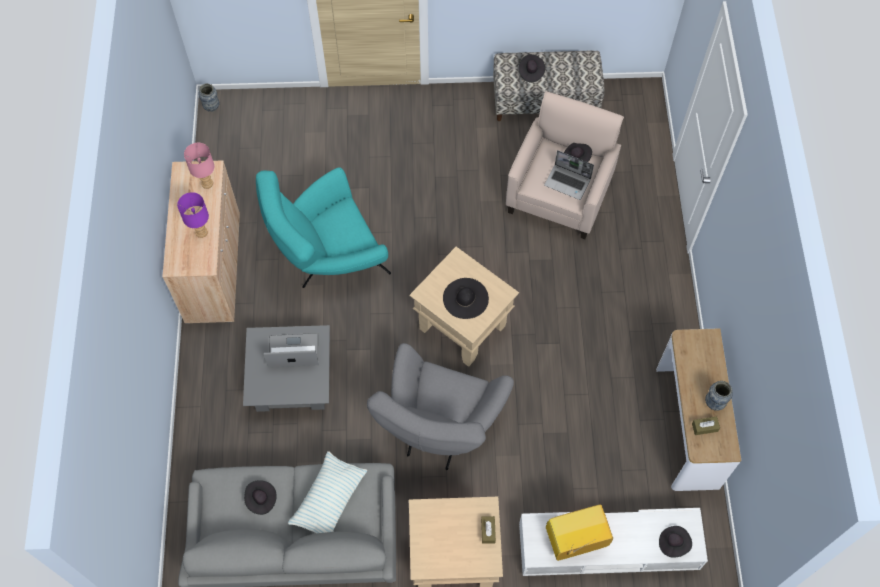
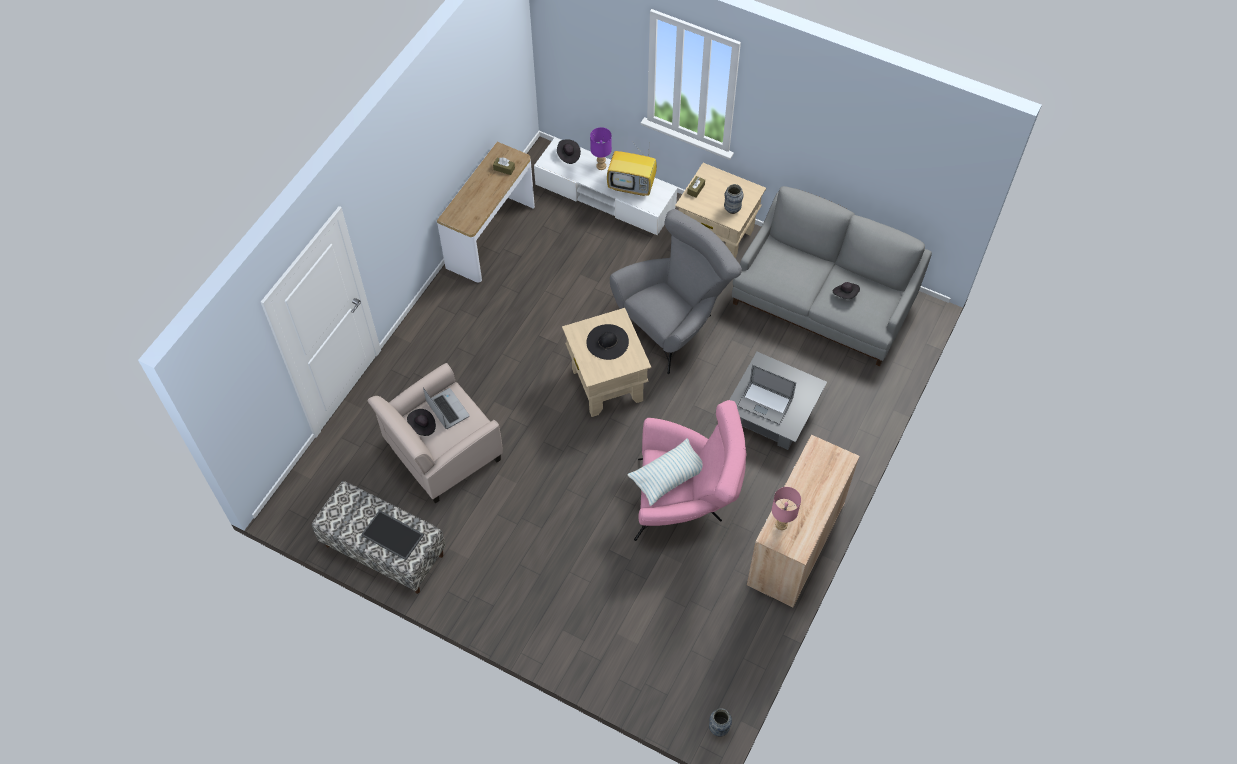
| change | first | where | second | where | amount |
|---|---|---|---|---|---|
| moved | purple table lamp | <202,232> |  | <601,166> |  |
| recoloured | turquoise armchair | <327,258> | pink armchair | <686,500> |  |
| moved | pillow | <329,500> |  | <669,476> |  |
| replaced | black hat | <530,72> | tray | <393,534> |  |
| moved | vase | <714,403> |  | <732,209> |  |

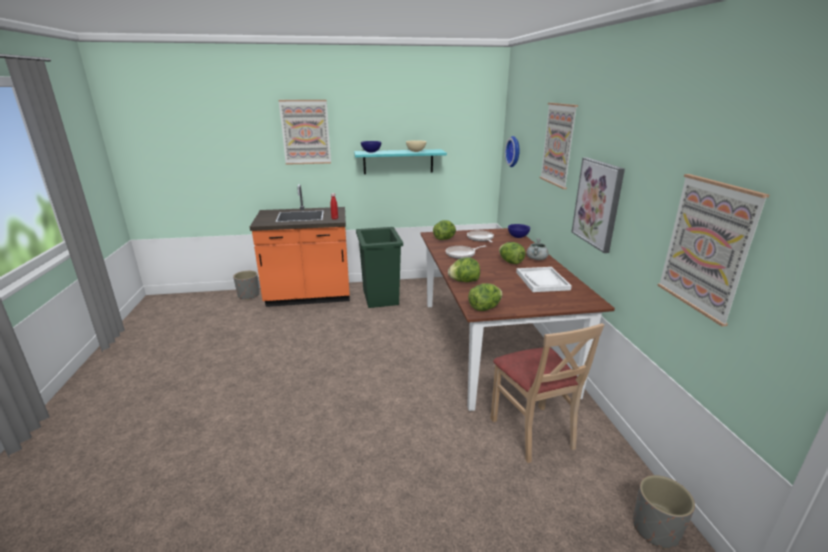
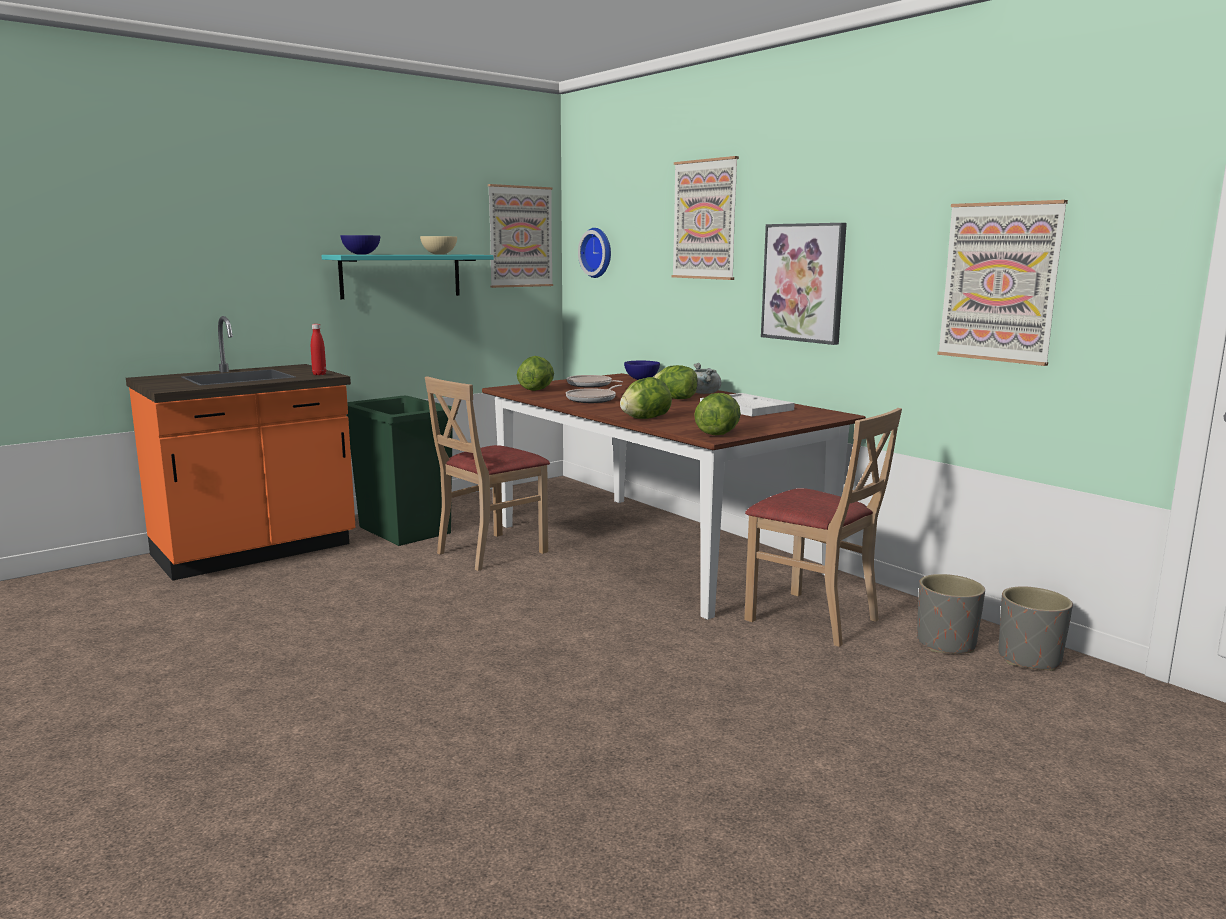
| change | first | where | second | where | amount |
|---|---|---|---|---|---|
| moved | grey planter | <248,295> |  | <945,643> |  |
| moved | picture | <305,132> |  | <520,236> |  |
| added |  |  | beige chair | <491,551> |  |

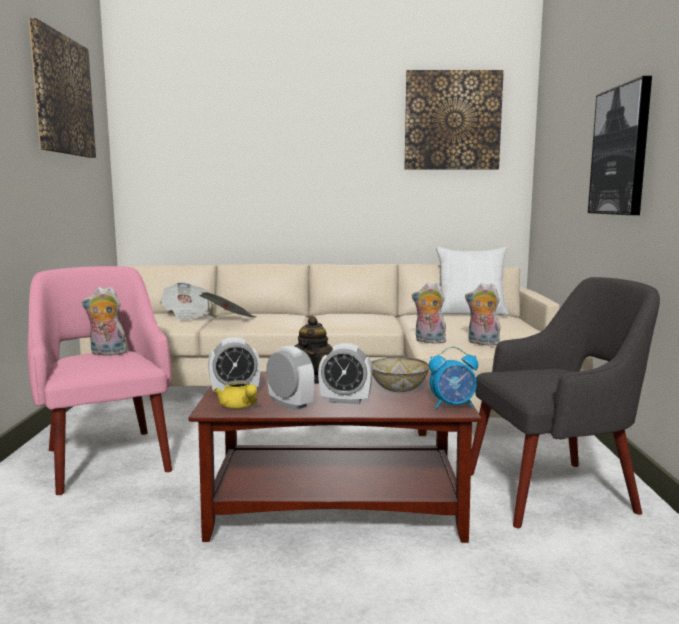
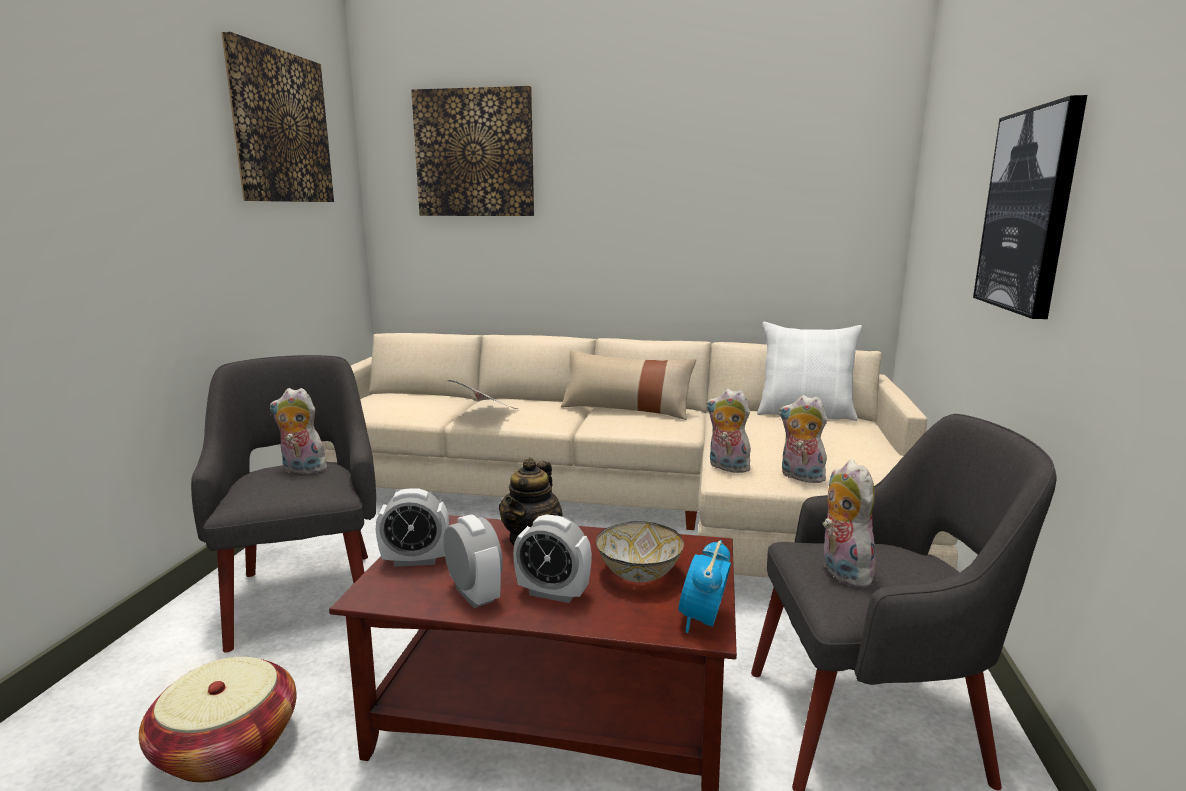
| change | first | where | second | where | amount |
|---|---|---|---|---|---|
| recoloured | pink armchair | <107,458> | grey armchair | <305,596> |  |
| removed | newspaper | <186,315> |  |  |  |
| removed | yellow teapot | <239,407> |  |  |  |
| moved | picture | <452,121> |  | <474,153> |  |
| turned | alarm clock | <453,406> |  | <703,620> | 105 degrees clockwise |
| added |  |  | basket | <227,746> |  |
| added |  |  | beige pillow | <626,409> |  |
| added |  |  | plush toy | <841,571> |  |

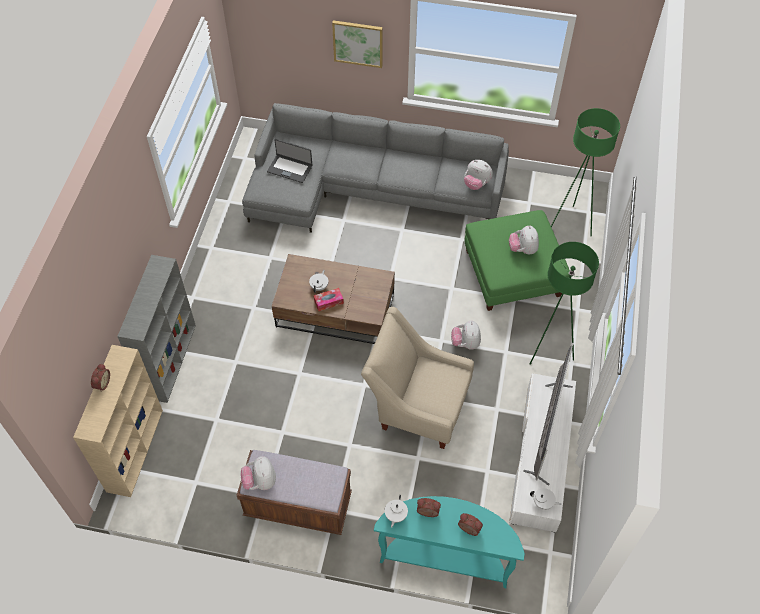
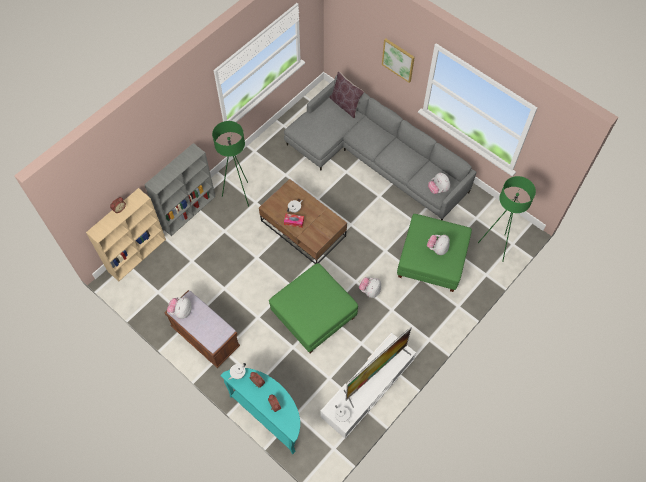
| change | first | where | second | where | amount |
|---|---|---|---|---|---|
| removed | laptop | <290,168> |  |  |  |
| replaced | beige armchair | <417,405> | green ottoman | <313,314> |  |
| moved | green floor lamp | <549,351> |  | <239,195> |  |
| added |  |  | brown pillow | <345,105> |  |

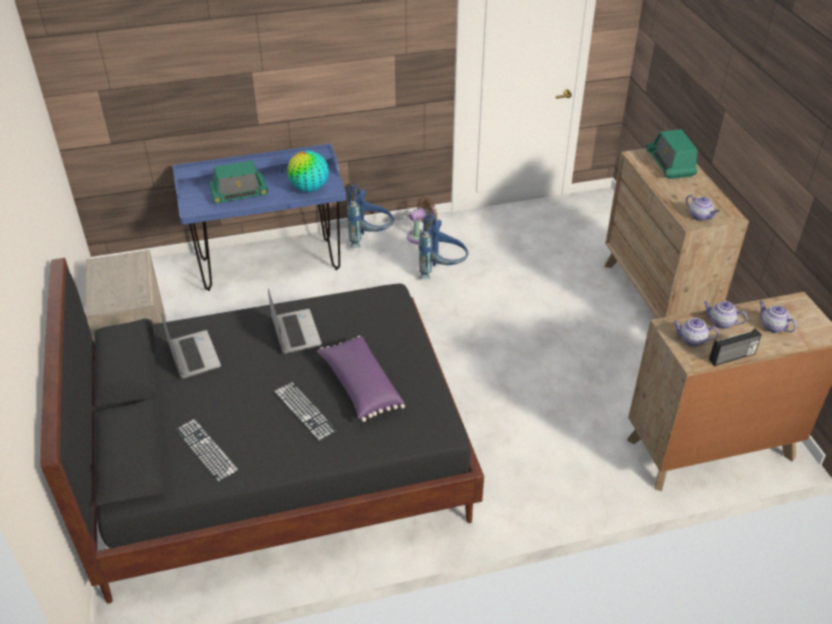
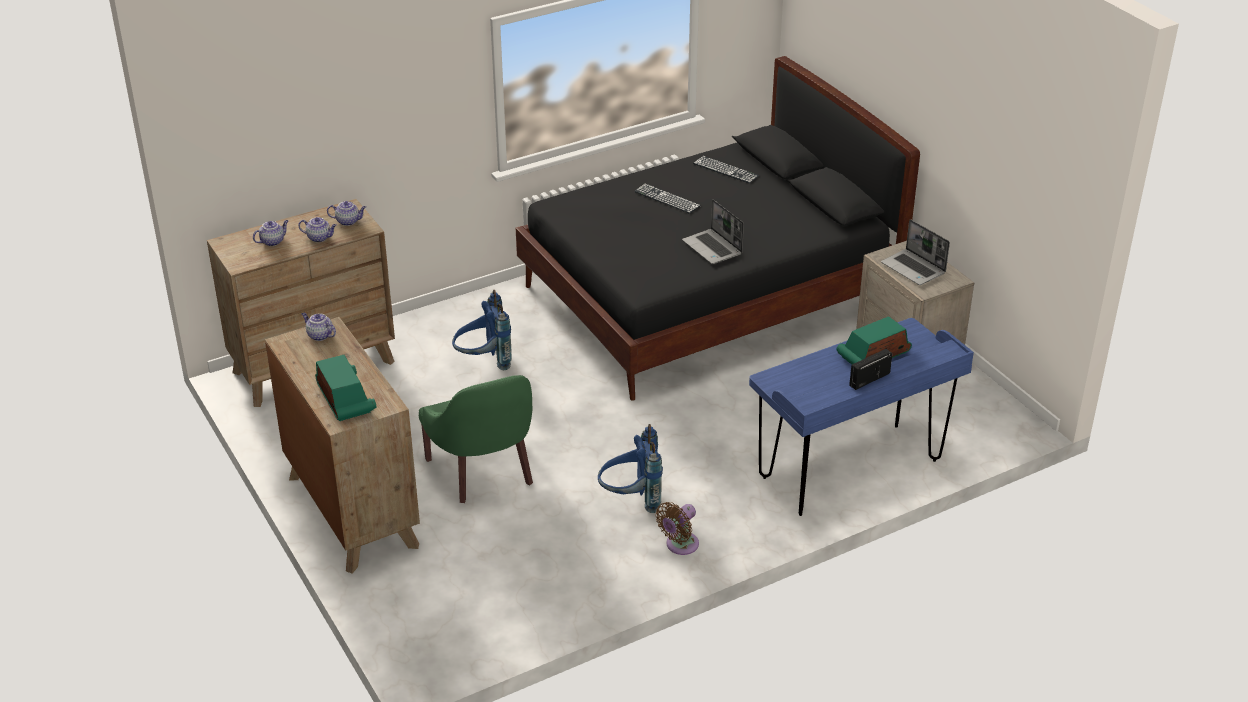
| change | first | where | second | where | amount |
|---|---|---|---|---|---|
| moved | laptop | <193,355> |  | <914,268> |  |
| removed | globe | <309,188> |  |  |  |
| removed | purple pillow | <360,386> |  |  |  |
| moved | blue backpack | <369,238> |  | <483,362> |  |
| moved | radio | <732,357> |  | <869,379> |  |
| turned | teapot | <772,326> |  | <273,241> | 75 degrees counterclockwise |
| added |  |  | green armchair | <484,471> |  |

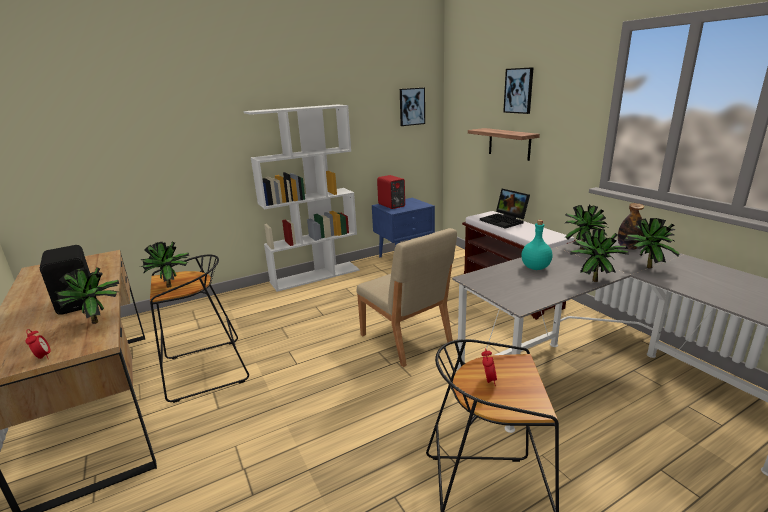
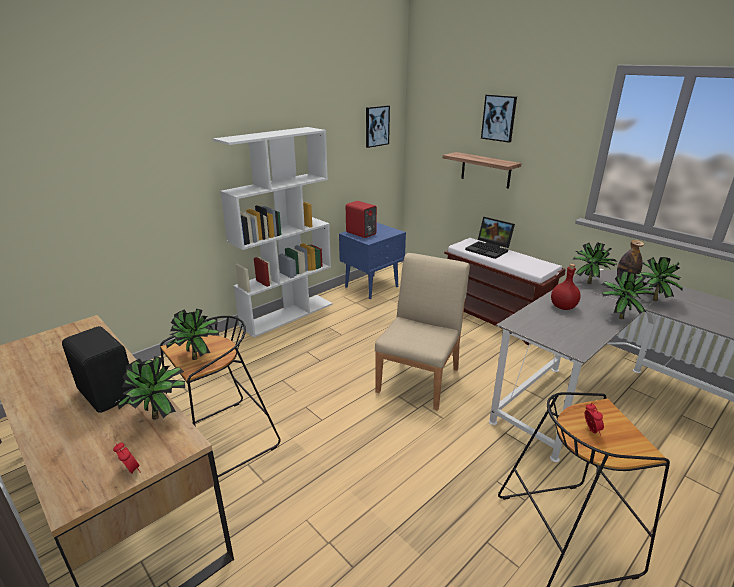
| change | first | where | second | where | amount |
|---|---|---|---|---|---|
| turned | beige chair | <406,339> |  | <419,379> | 105 degrees counterclockwise |
| recoloured | turquoise bottle | <535,268> | red bottle | <563,307> |  |

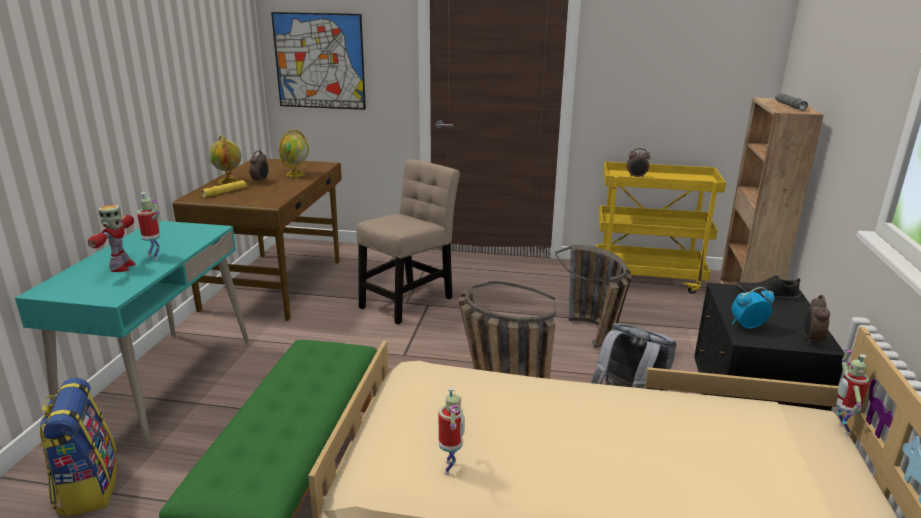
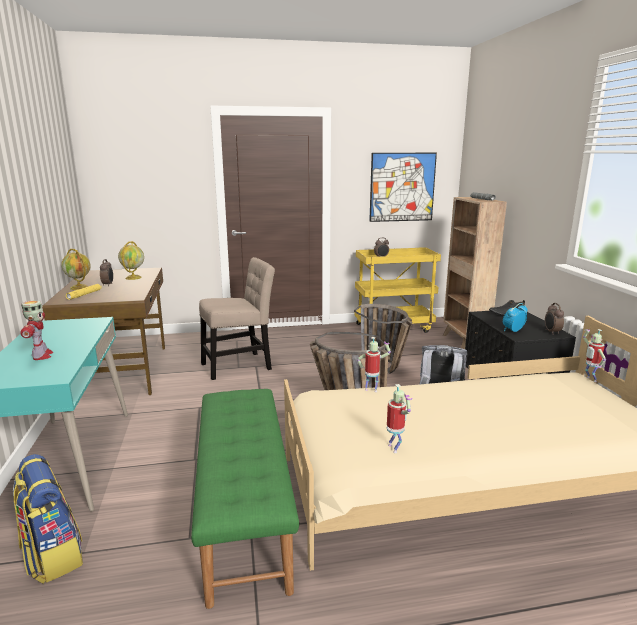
| change | first | where | second | where | amount |
|---|---|---|---|---|---|
| moved | toy robot | <155,257> |  | <371,389> |  |
| moved | picture | <319,61> |  | <402,187> |  |
| turned | beige chair | <409,300> |  | <240,365> | 45 degrees clockwise |

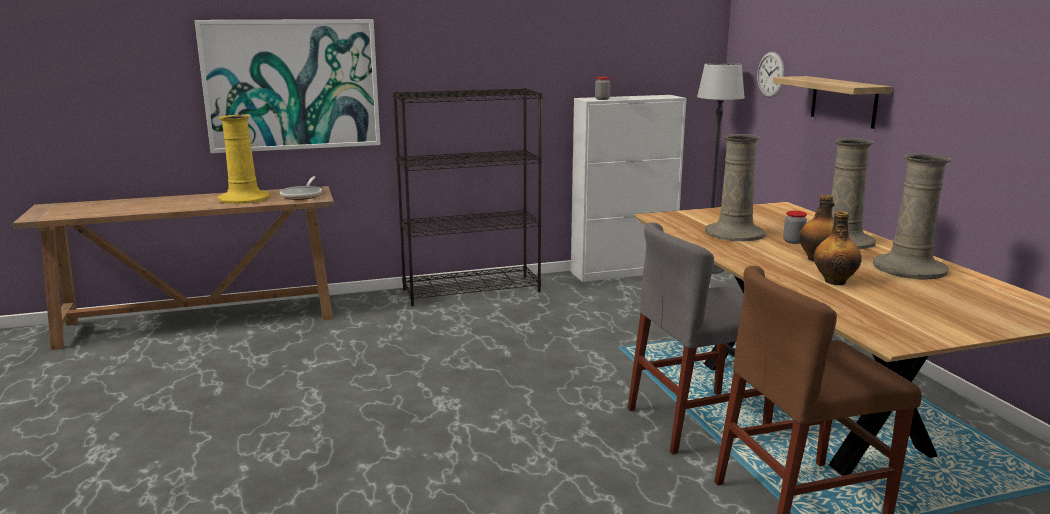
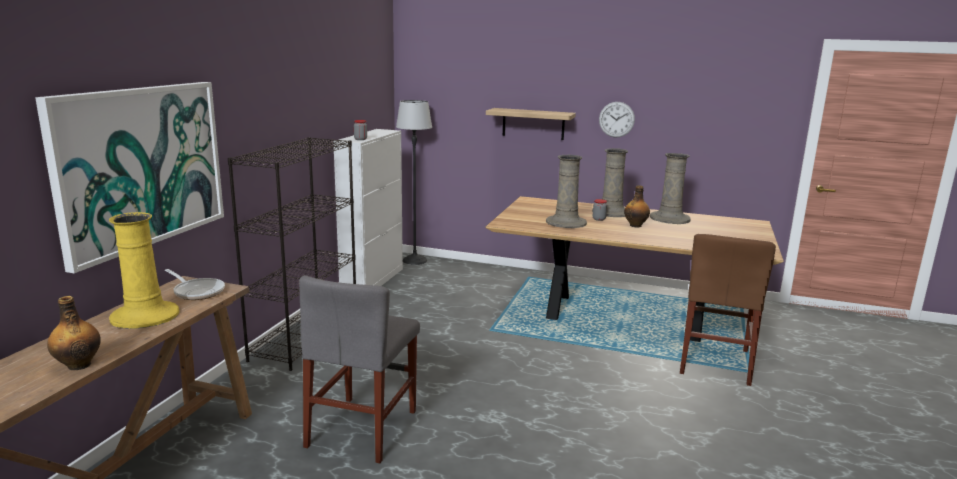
| change | first | where | second | where | amount |
|---|---|---|---|---|---|
| moved | grey chair | <697,421> |  | <362,428> |  |
| moved | wall clock | <770,74> |  | <616,119> |  |
| moved | bottle | <834,281> |  | <78,365> |  |

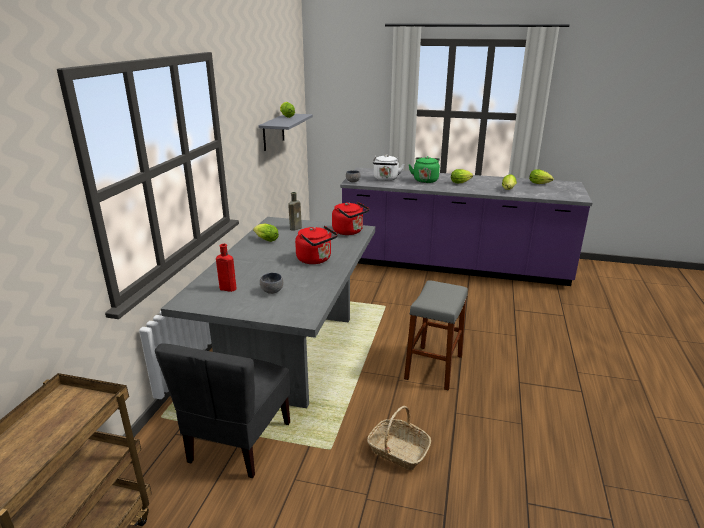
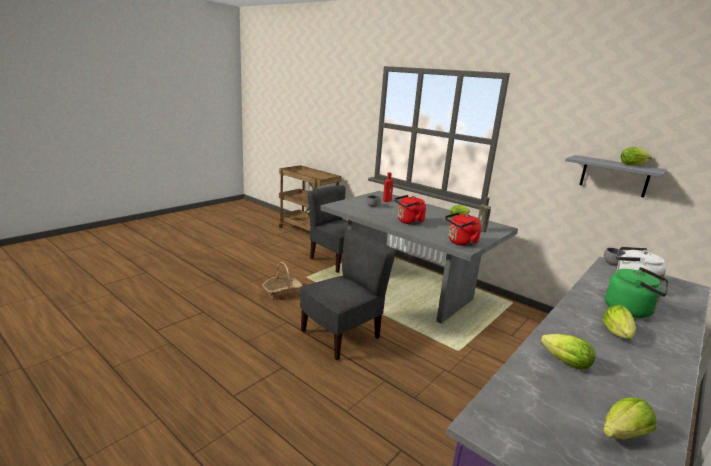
| change | first | where | second | where | amount |
|---|---|---|---|---|---|
| replaced | grey stool | <434,367> | grey chair | <341,335> |  |

